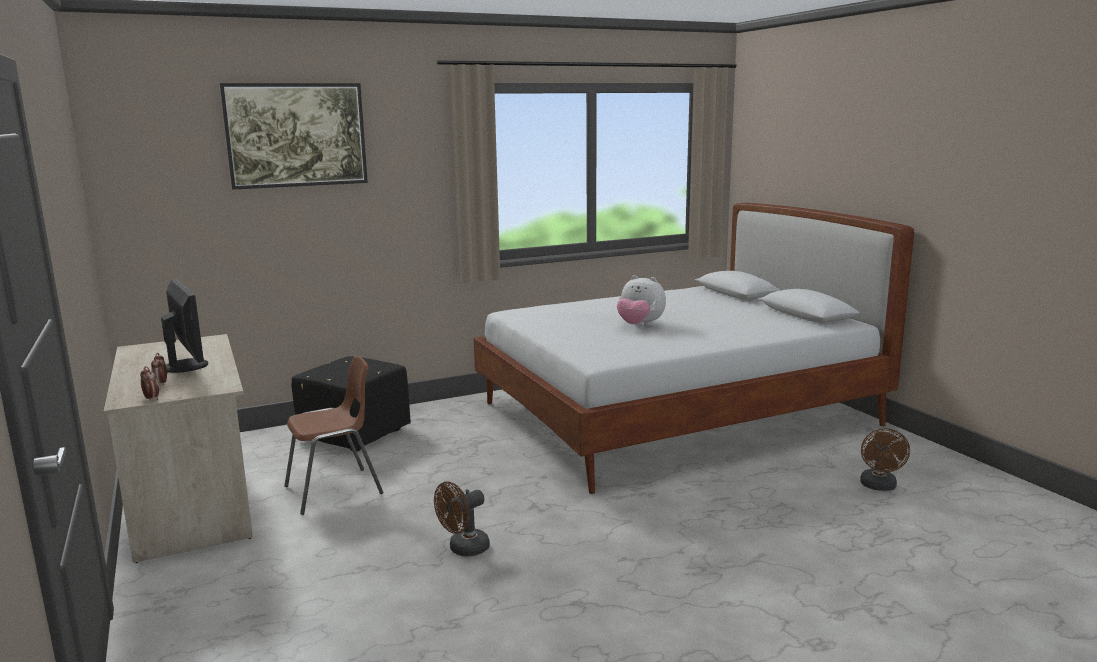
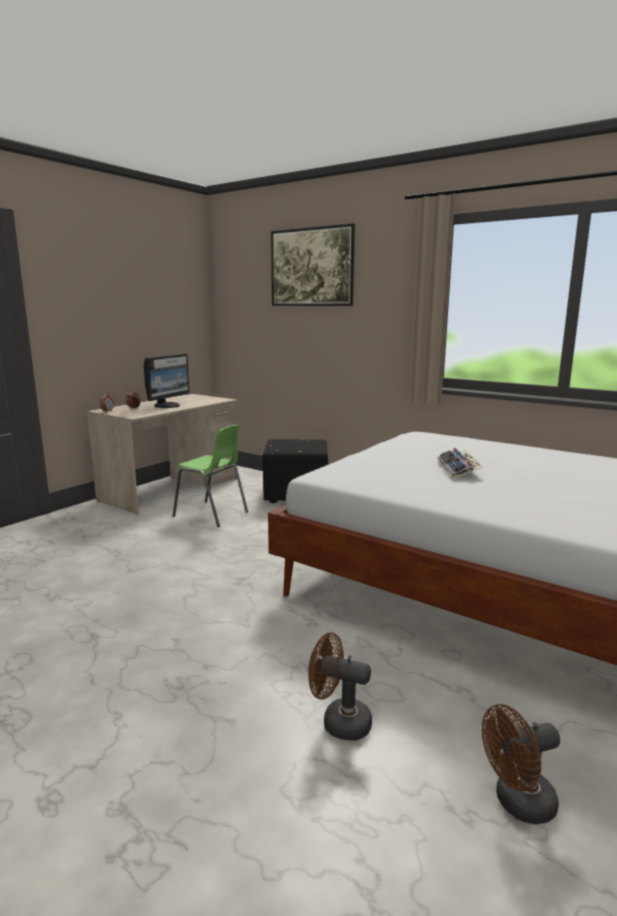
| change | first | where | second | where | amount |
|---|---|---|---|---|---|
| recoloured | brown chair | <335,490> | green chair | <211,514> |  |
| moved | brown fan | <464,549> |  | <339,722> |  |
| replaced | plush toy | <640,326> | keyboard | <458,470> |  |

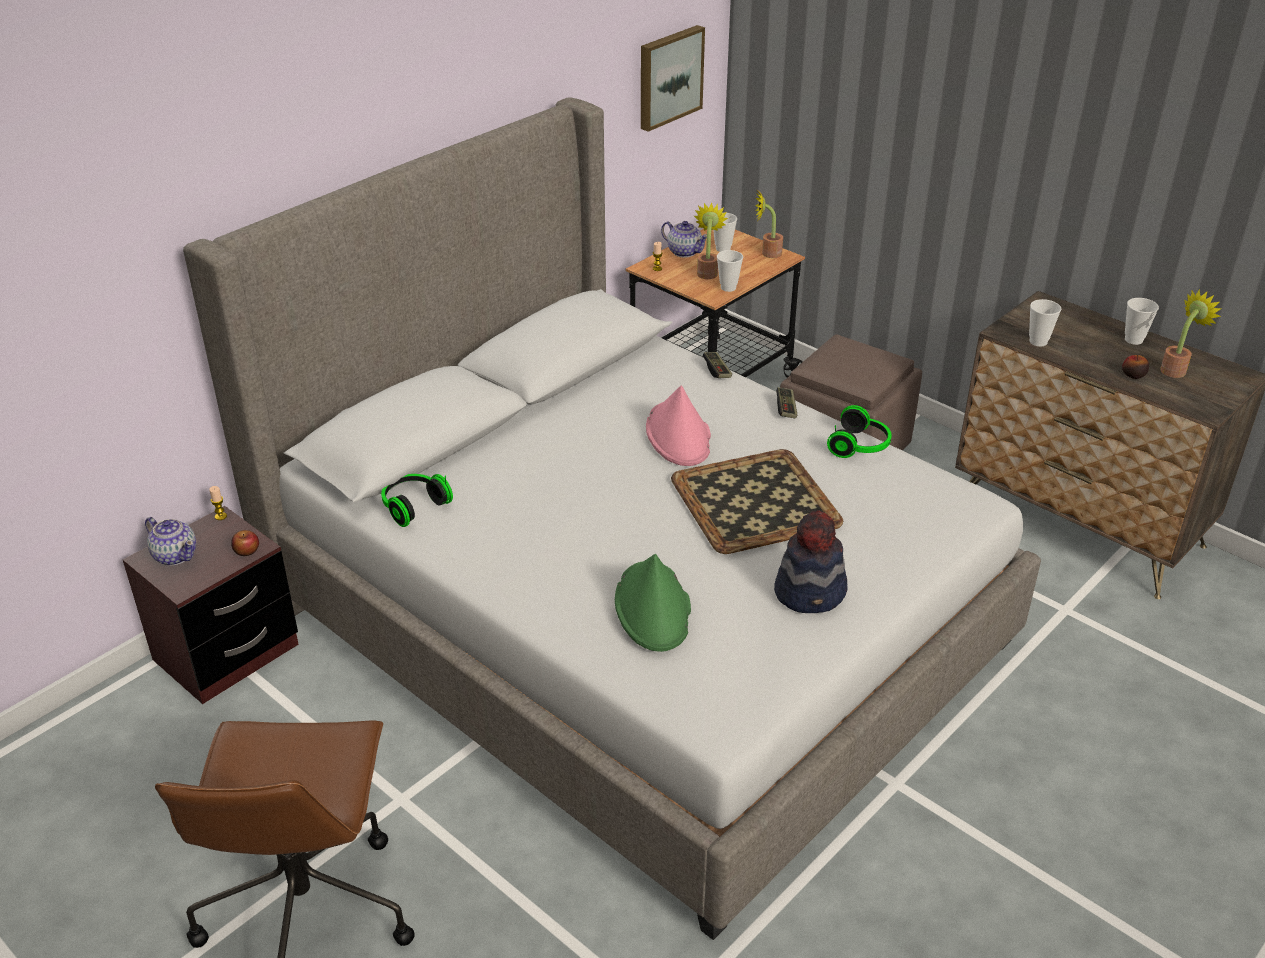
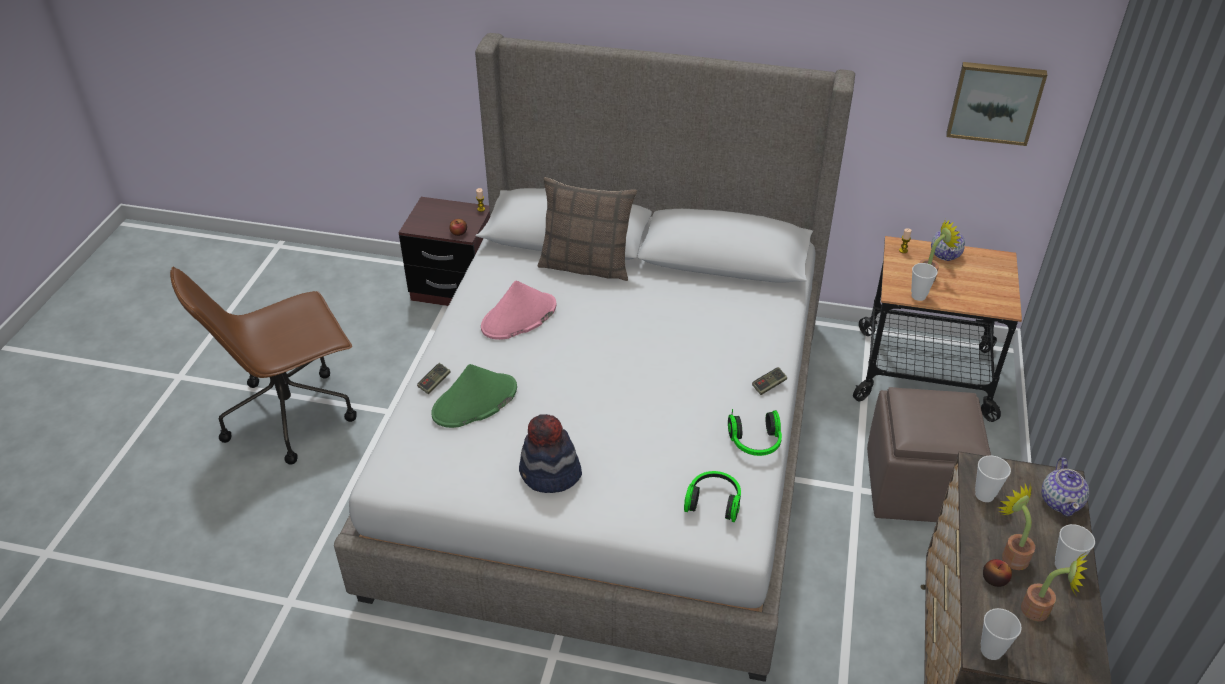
| change | first | where | second | where | amount |
|---|---|---|---|---|---|
| moved | teapot | <175,555> |  | <1061,501> |  |
| moved | headphones | <413,506> |  | <714,502> |  |
| moved | pink hat | <678,435> |  | <519,317> |  |
| removed | tray | <757,502> |  |  |  |
| moved | game controller | <717,370> |  | <434,383> |  |
| moved | cup | <723,248> |  | <991,651> |  |
| moved | potted plant | <767,253> |  | <1011,555> |  |
| added |  |  | pillow | <586,265> |  |

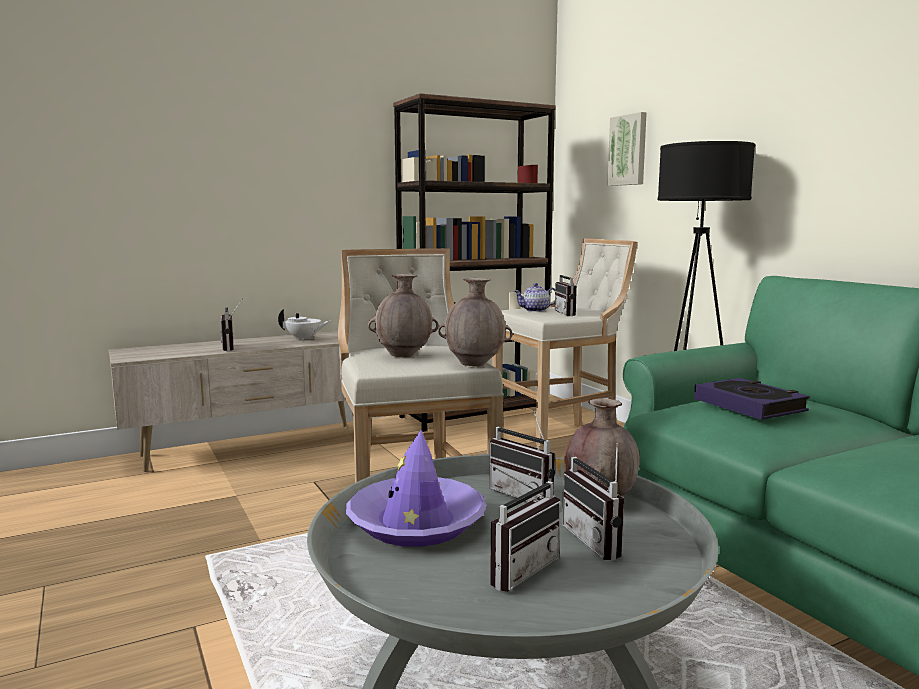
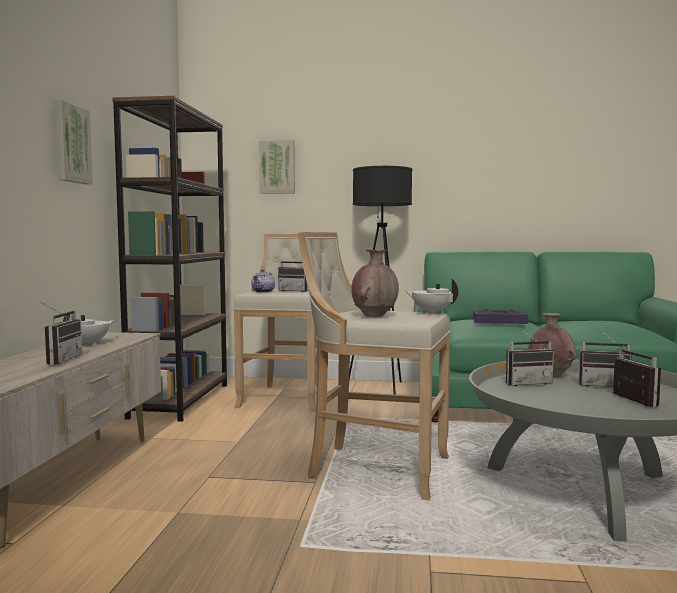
| change | first | where | second | where | amount |
|---|---|---|---|---|---|
| turned | radio | <234,347> |  | <59,360> | 105 degrees counterclockwise |
| removed | purple hat | <416,523> |  |  |  |
| replaced | brown vase | <475,364> | white teapot | <431,313> |  |
| added |  |  | picture | <70,144> |  |

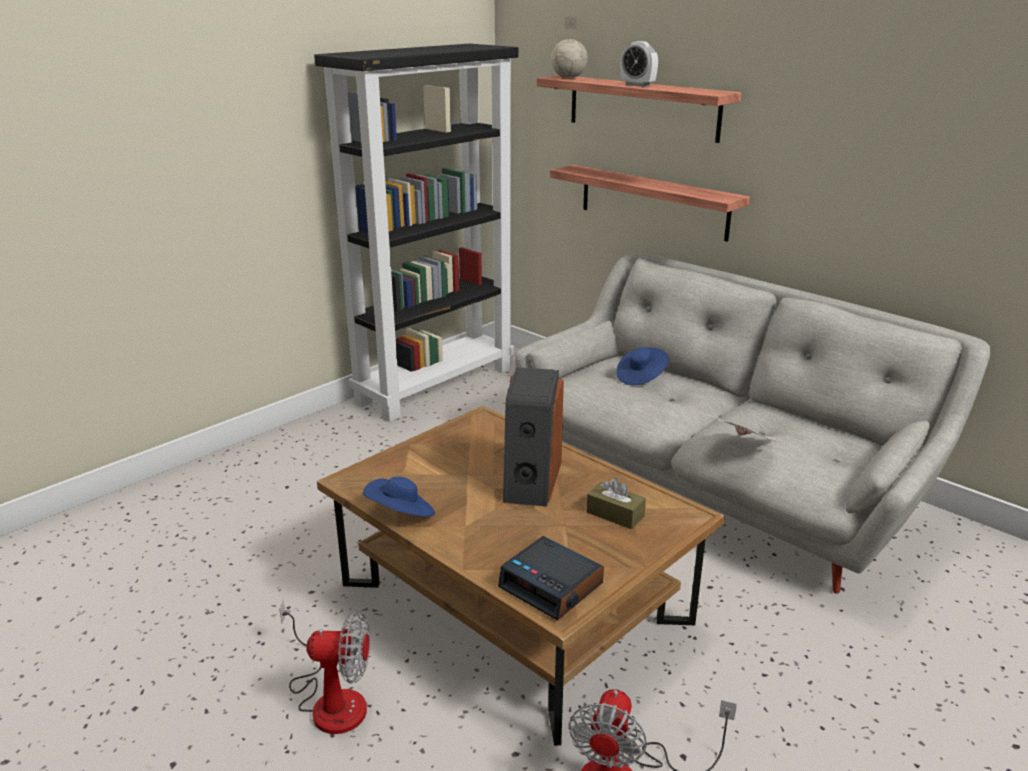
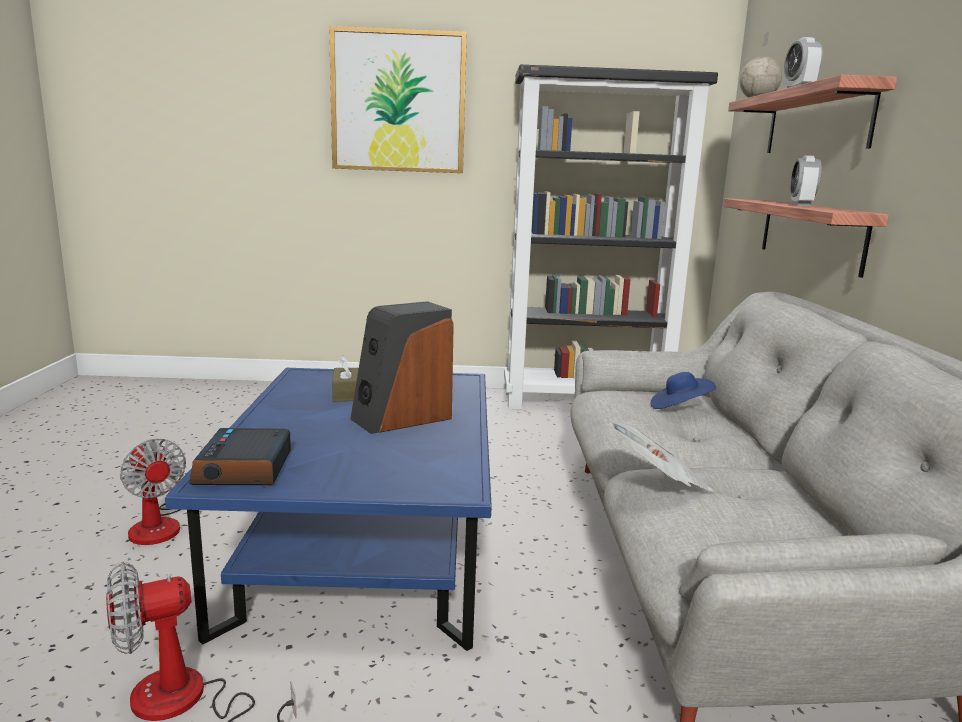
| change | first | where | second | where | amount |
|---|---|---|---|---|---|
| recoloured | brown coffee table | <514,603> | blue coffee table | <365,543> |  |
| removed | blue hat | <401,514> |  |  |  |
| moved | brown tissue box | <615,514> |  | <346,393> |  |
| added |  |  | picture | <398,102> |  |
| added |  |  | alarm clock | <801,205> |  |

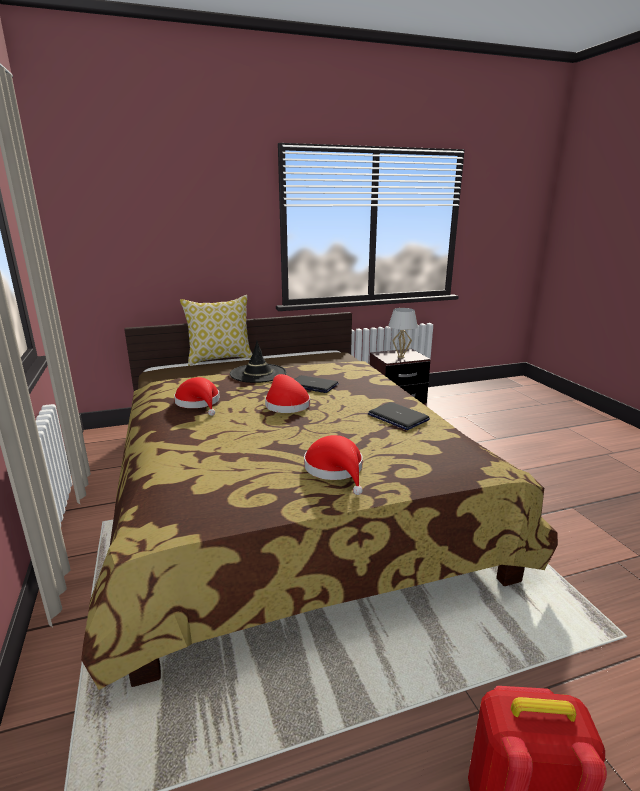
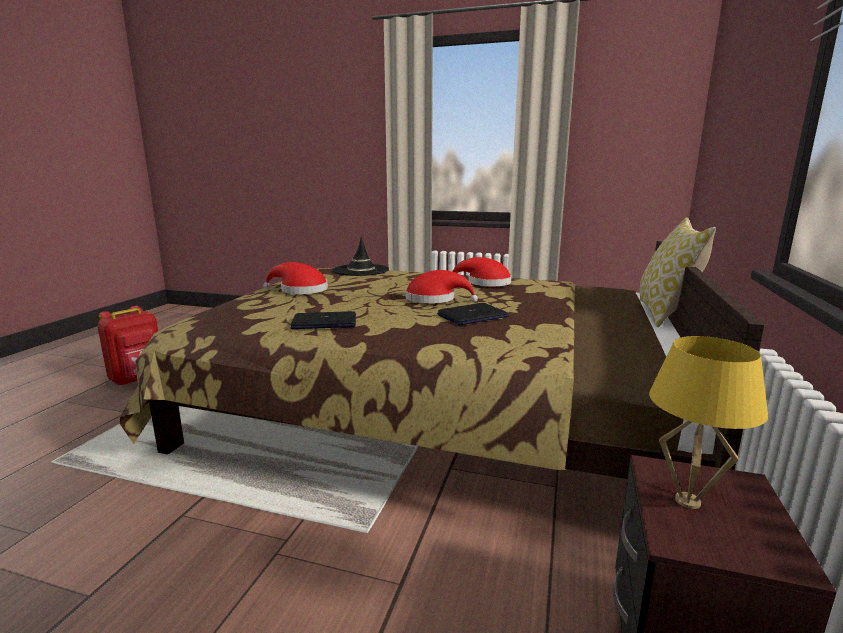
| change | first | where | second | where | amount |
|---|---|---|---|---|---|
| moved | black hat | <258,373> |  | <361,270> |  |
| recoloured | white table lamp | <401,357> | yellow table lamp | <687,501> |  |

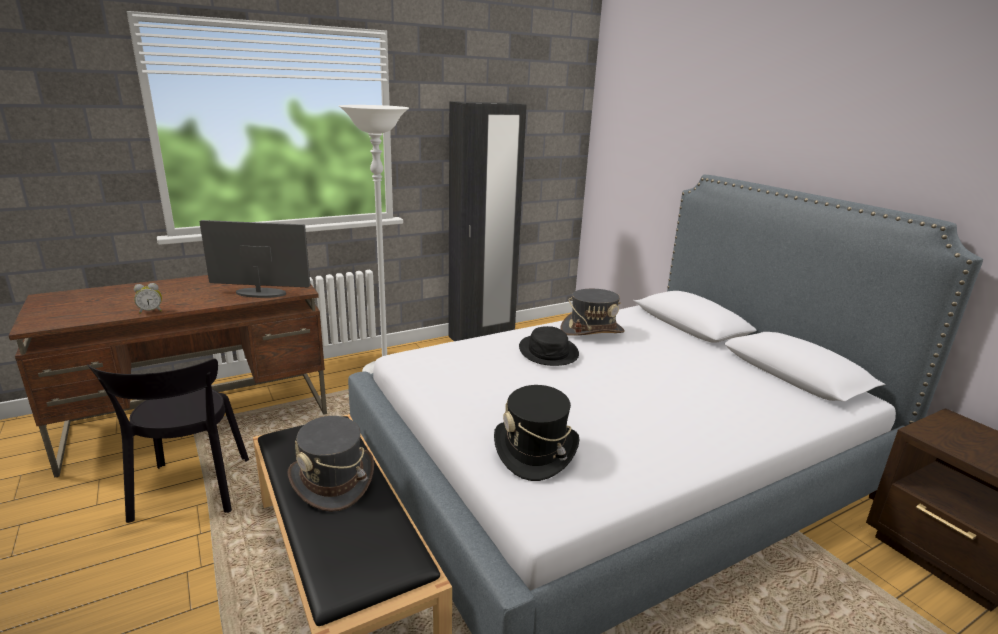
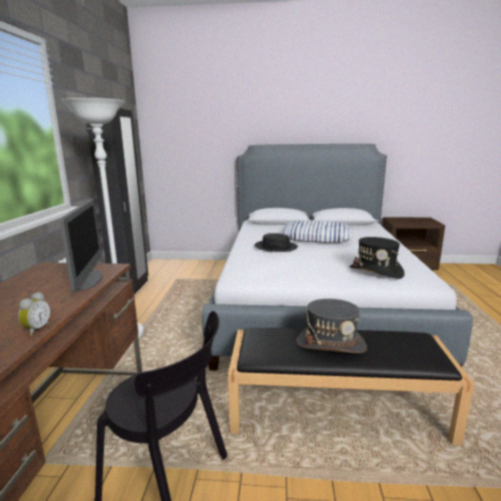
| change | first | where | second | where | amount |
|---|---|---|---|---|---|
| turned | monitor | <260,293> |  | <89,280> | 135 degrees clockwise |
| removed | grey hat | <592,330> |  |  |  |
| added |  |  | pillow | <316,237> |  |

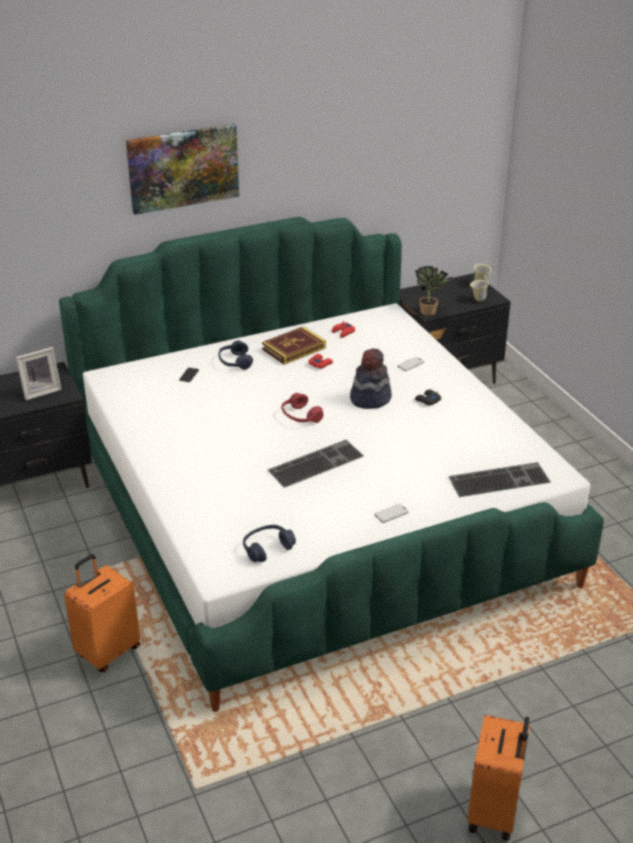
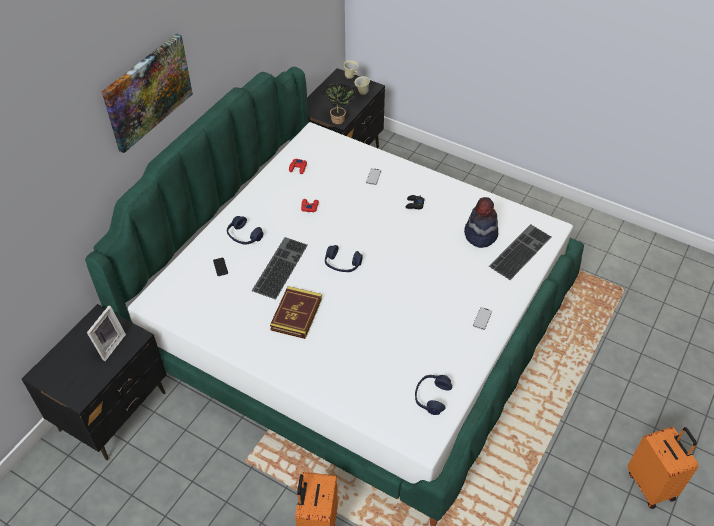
| change | first | where | second | where | amount |
|---|---|---|---|---|---|
| moved | book | <294,349> |  | <296,314> |  |
| moved | keyboard | <316,462> |  | <279,266> |  |
| recoloured | red headphones | <300,416> | blue headphones | <342,264> |  |
| moved | hat | <370,398> |  | <480,234> |  |

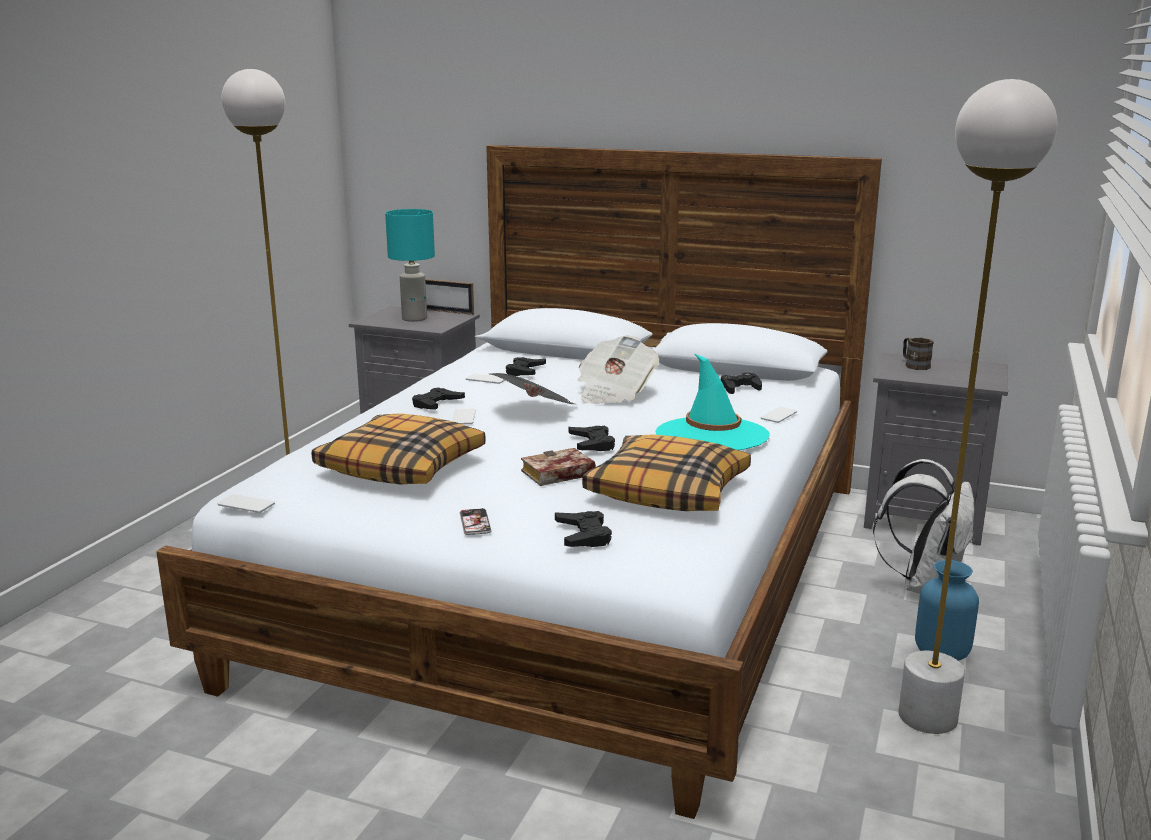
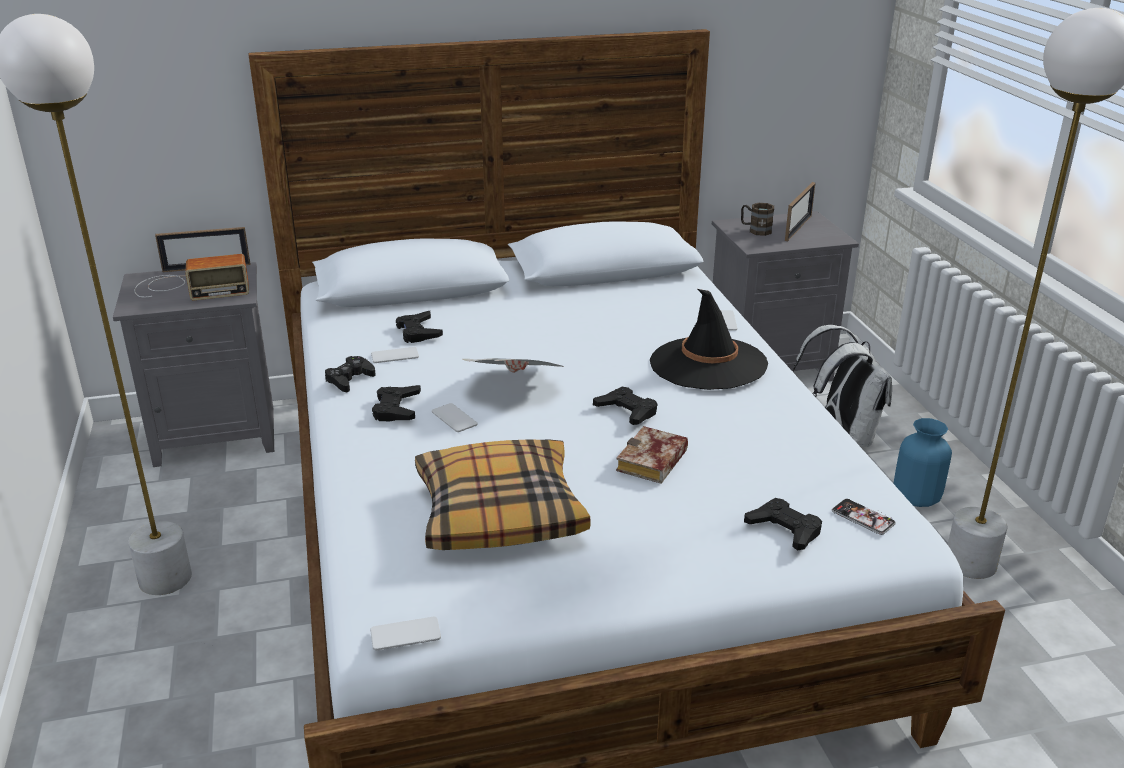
| change | first | where | second | where | amount |
|---|---|---|---|---|---|
| replaced | turquoise table lamp | <415,319> | radio | <189,288> |  |
| moved | phone | <475,523> |  | <863,517> |  |
| removed | newspaper | <614,393> |  |  |  |
| removed | pillow | <668,491> |  |  |  |
| recoloured | turquoise hat | <711,435> | black hat | <708,364> |  |
| moved | black game controller | <739,388> |  | <349,379> |  |
| added |  |  | picture frame | <798,228> |  |

